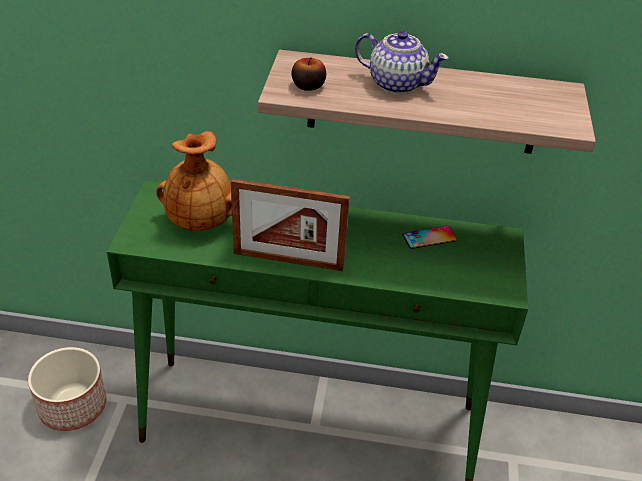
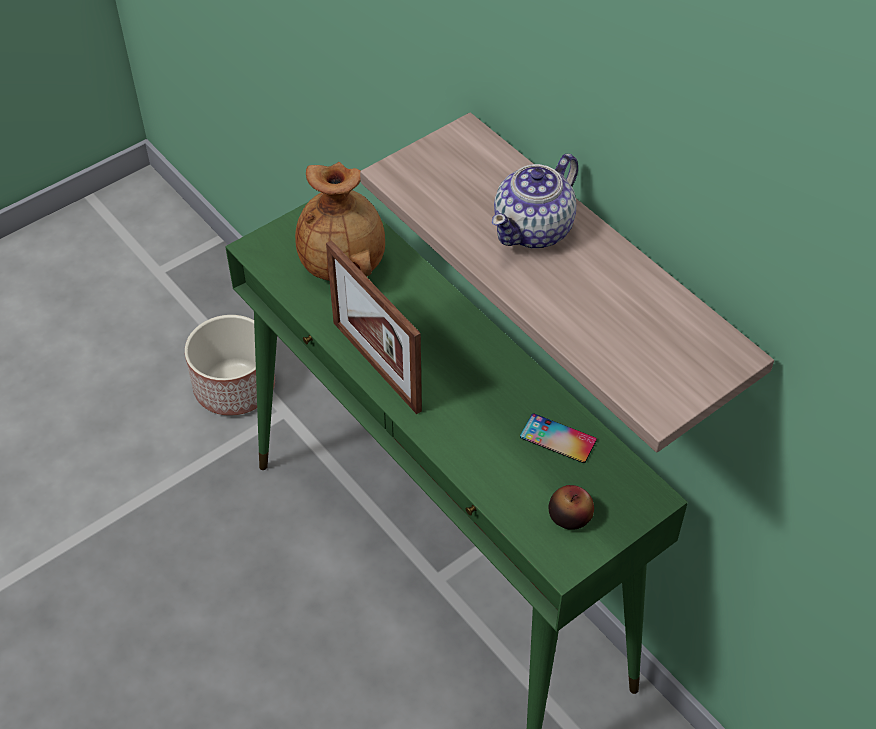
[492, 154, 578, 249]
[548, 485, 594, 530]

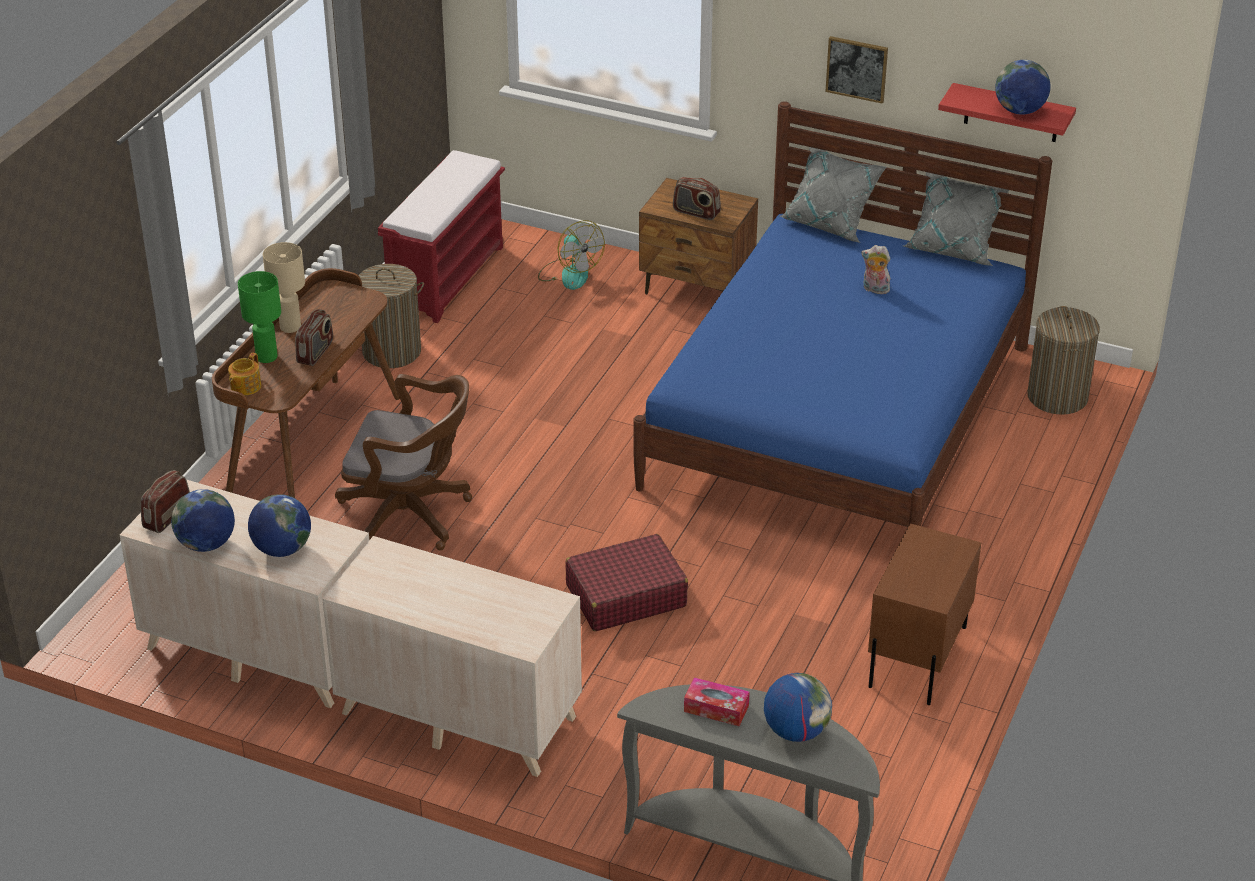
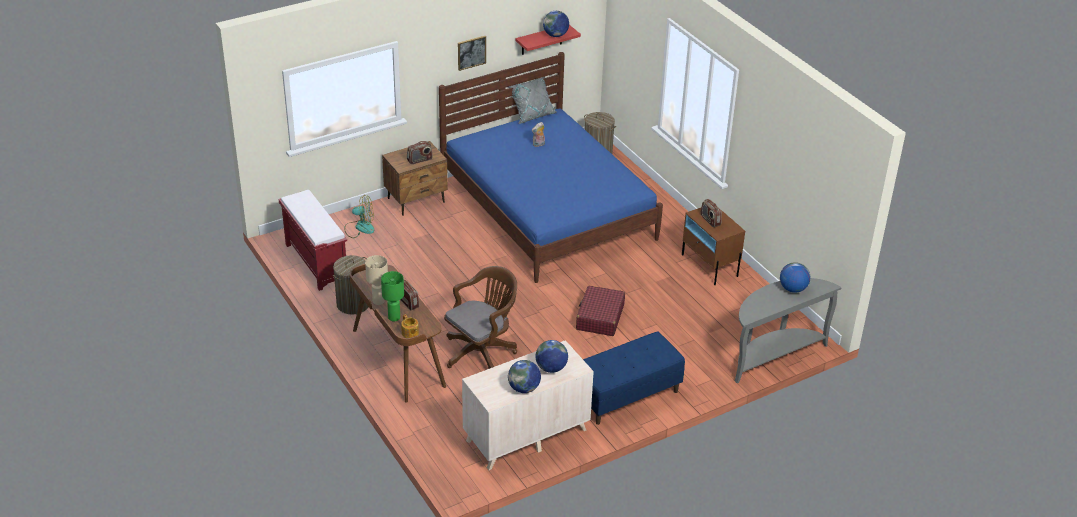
[780, 147, 886, 243] (first image)
[701, 199, 722, 227]
[583, 331, 685, 425]
[684, 677, 750, 726] (first image)

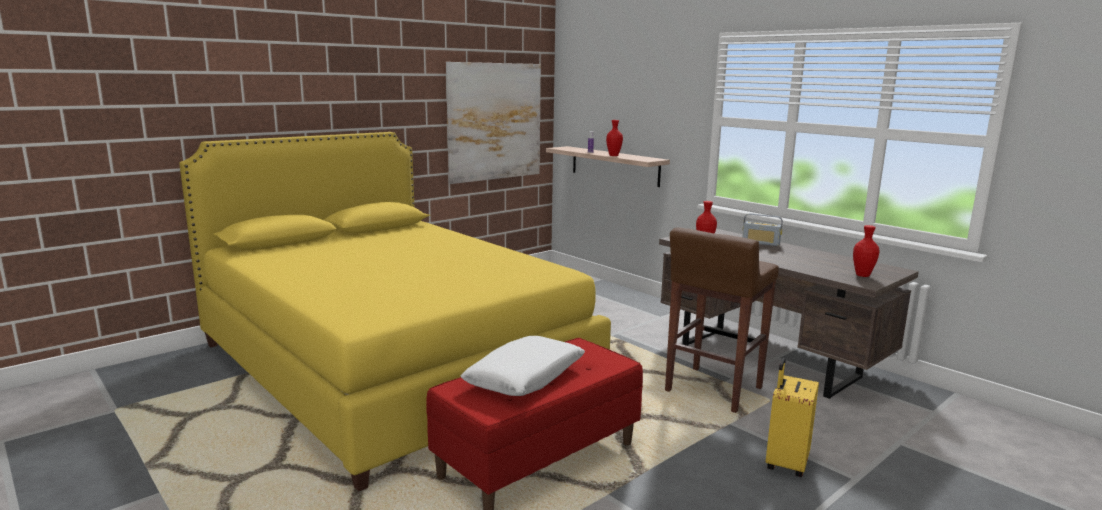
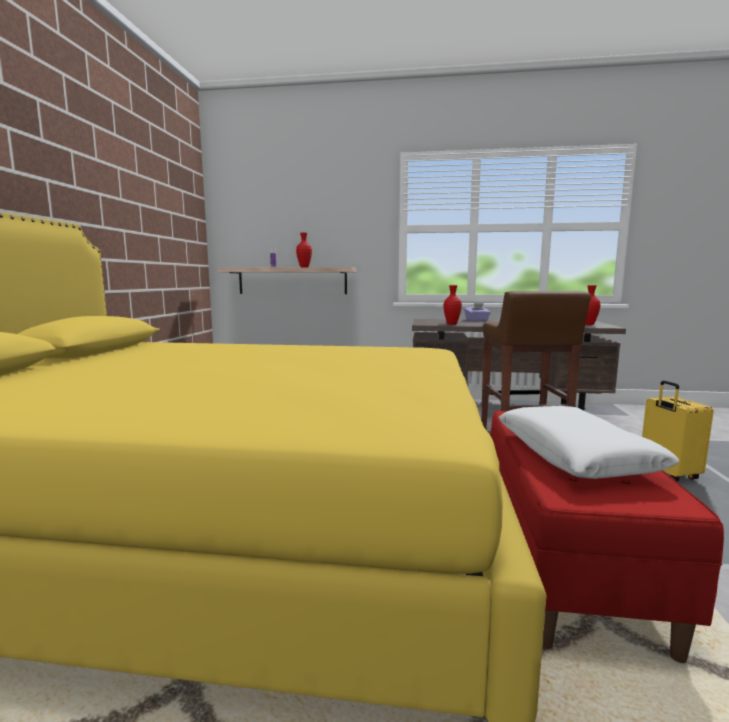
[446, 62, 541, 184] (first image)
[464, 303, 491, 321]

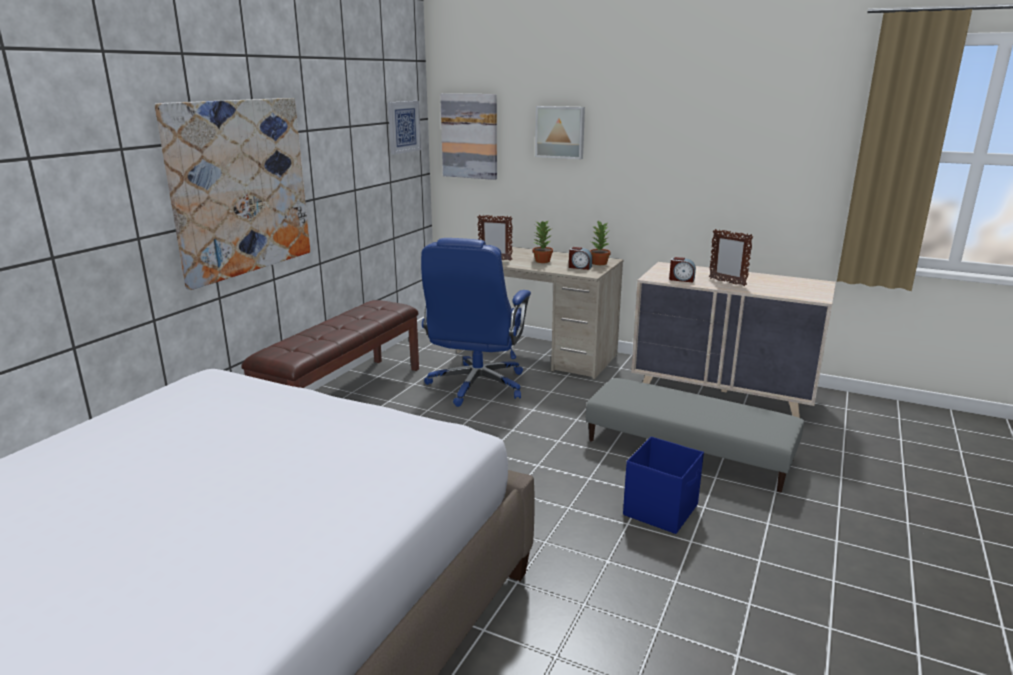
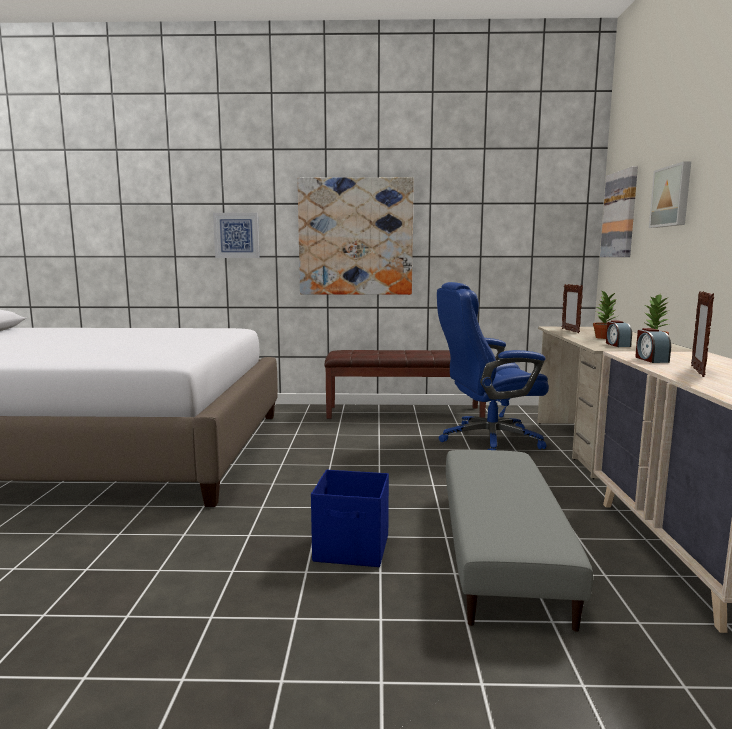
[213, 213, 260, 258]

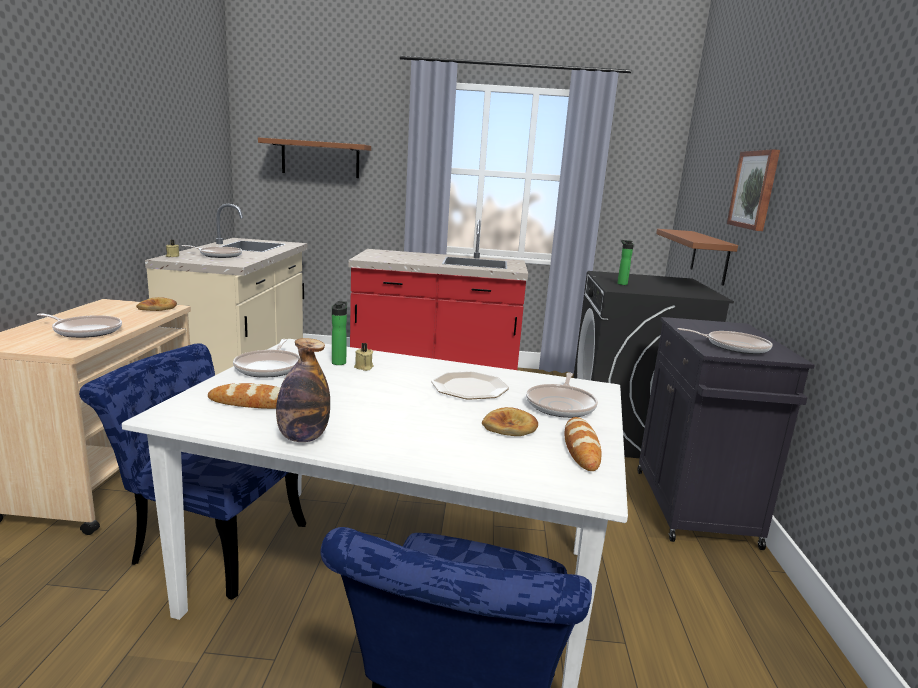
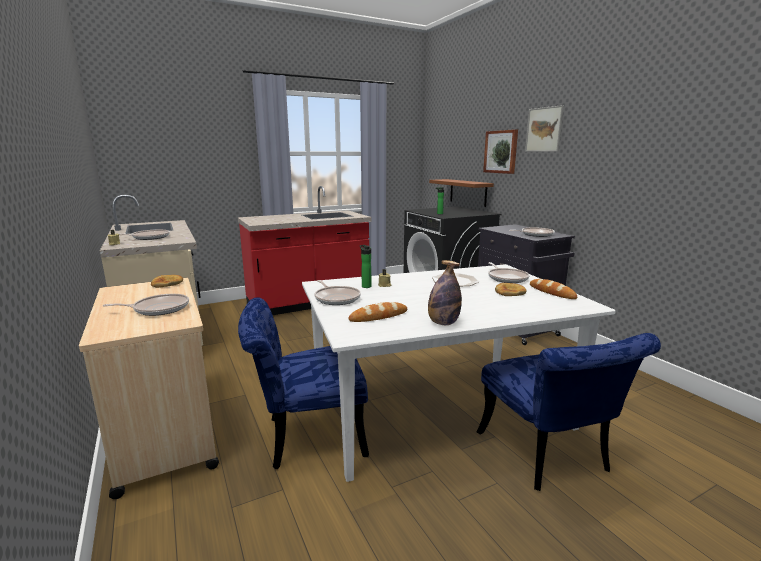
[258, 137, 371, 178] (first image)
[525, 105, 564, 152]

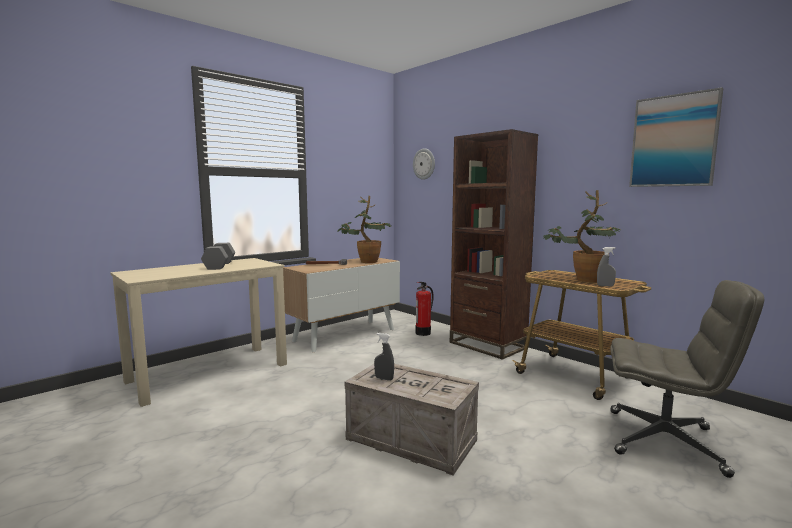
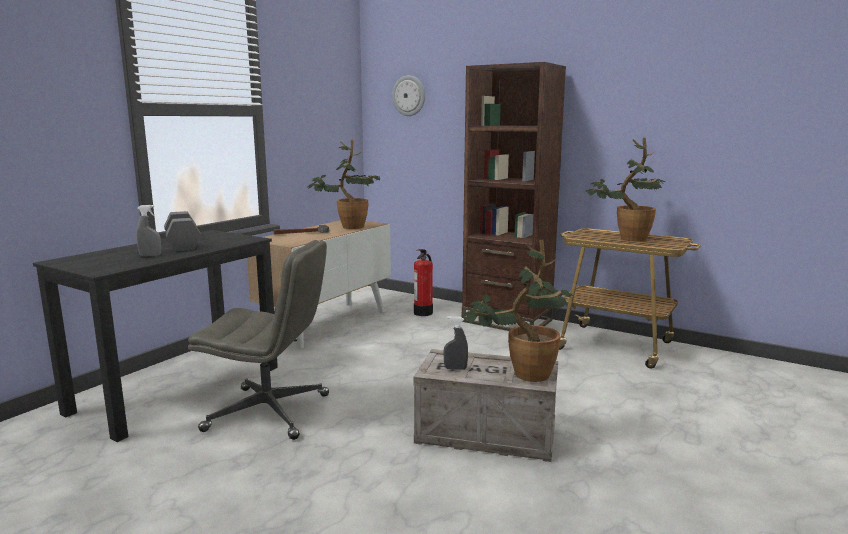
[629, 87, 723, 187] (first image)
[136, 205, 161, 256]
[33, 230, 278, 442]
[188, 240, 329, 440]
[463, 240, 574, 382]

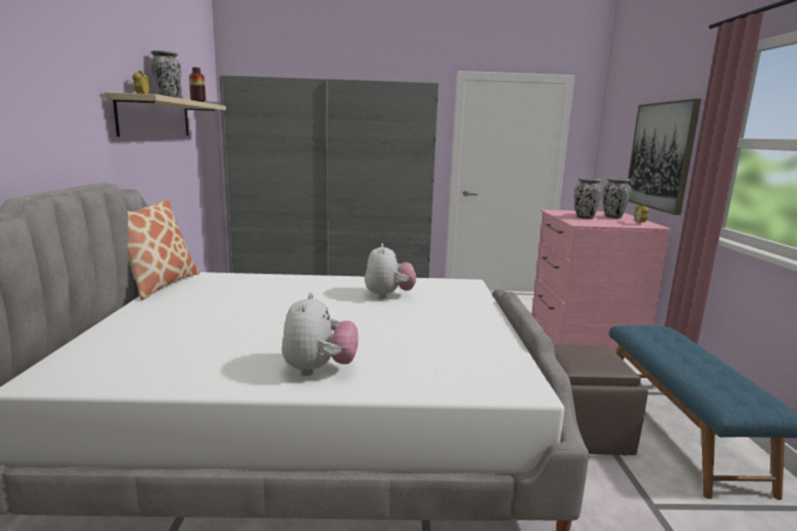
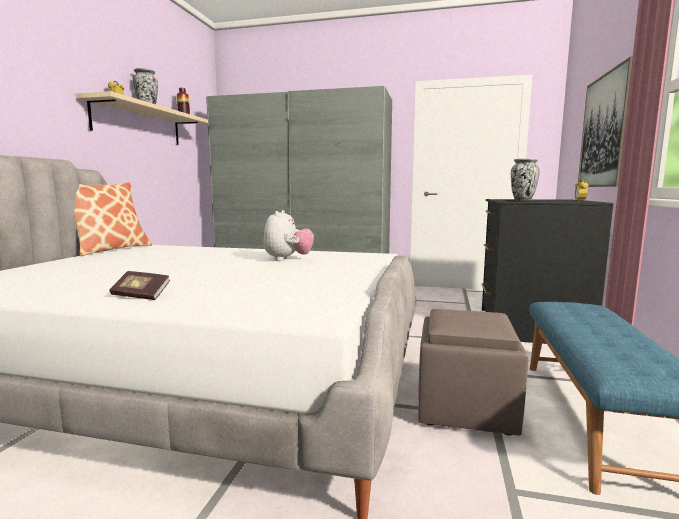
[603, 178, 631, 219] (first image)
[481, 199, 614, 344]
[110, 271, 170, 300]

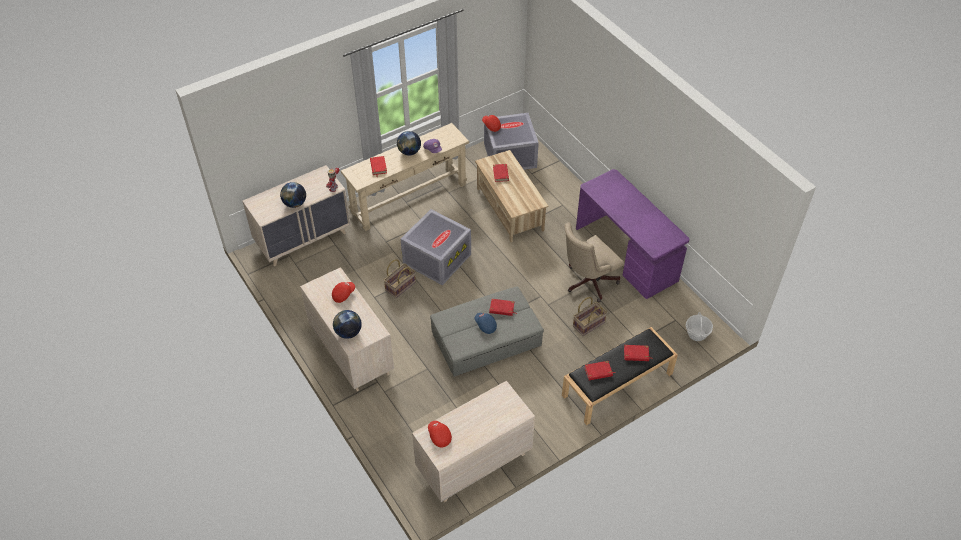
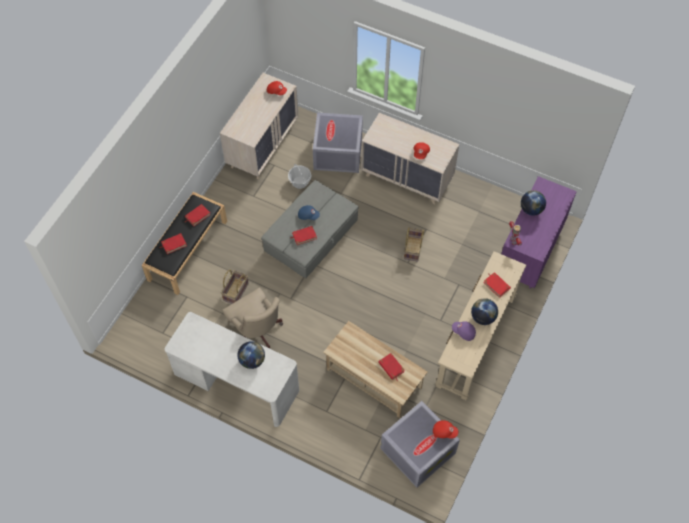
[501, 176, 577, 289]
[165, 312, 299, 427]
[313, 113, 363, 173]
[222, 287, 283, 349]
[238, 341, 265, 369]
[288, 164, 311, 189]

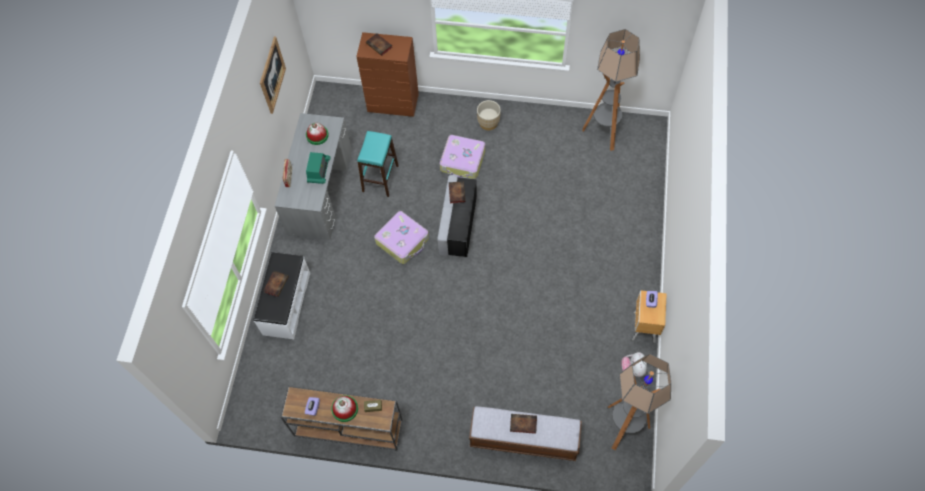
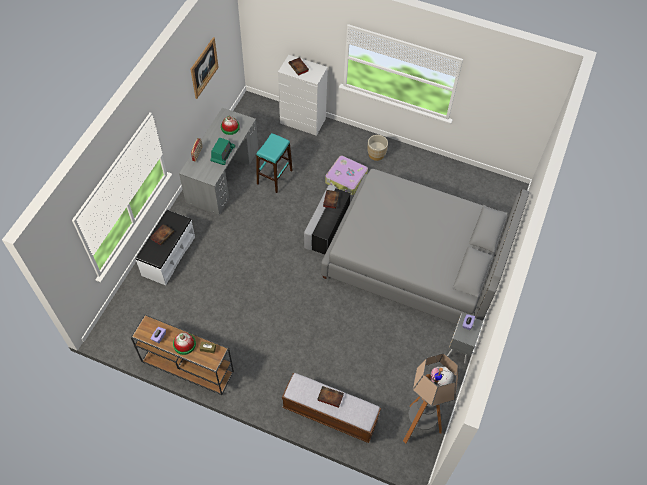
[582, 29, 640, 151] (first image)
[278, 55, 328, 135]
[374, 211, 429, 264] (first image)
[447, 313, 483, 364]
[321, 169, 529, 325]

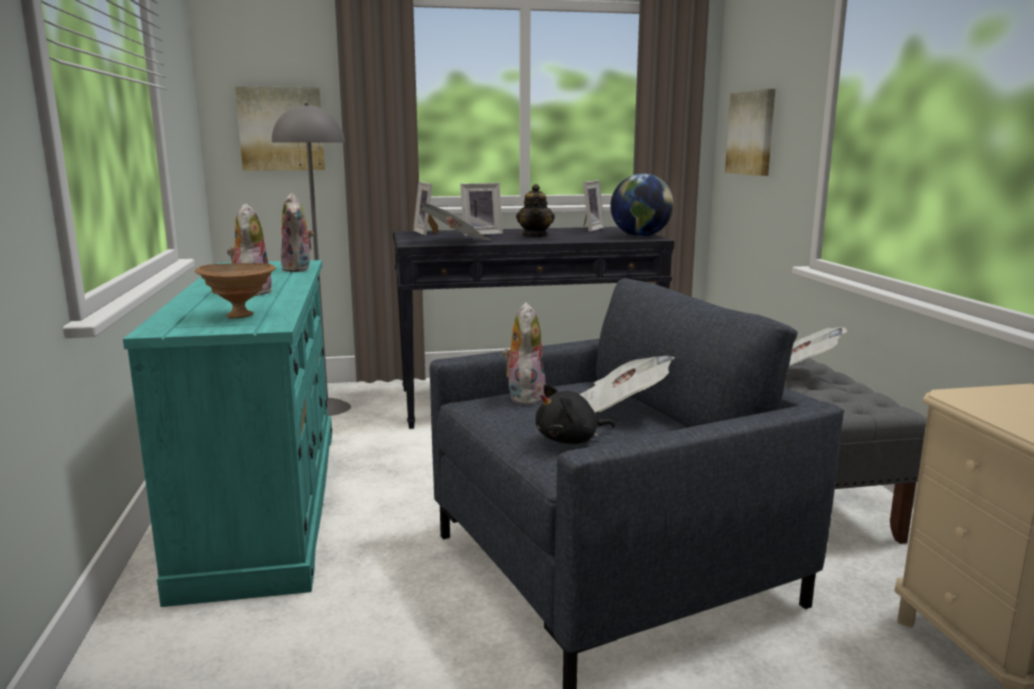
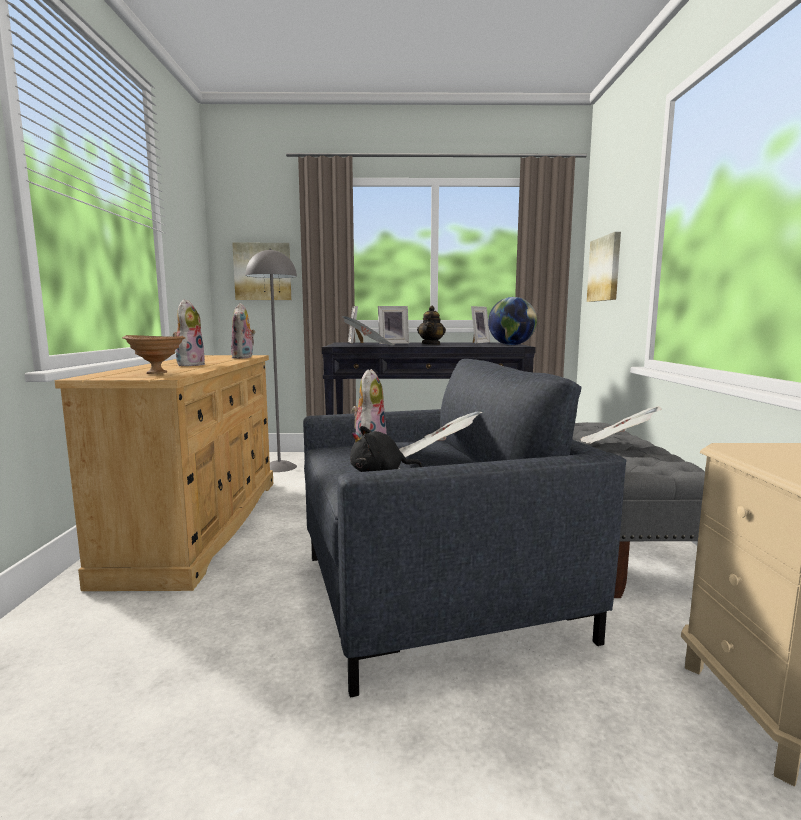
[55, 355, 273, 591]

